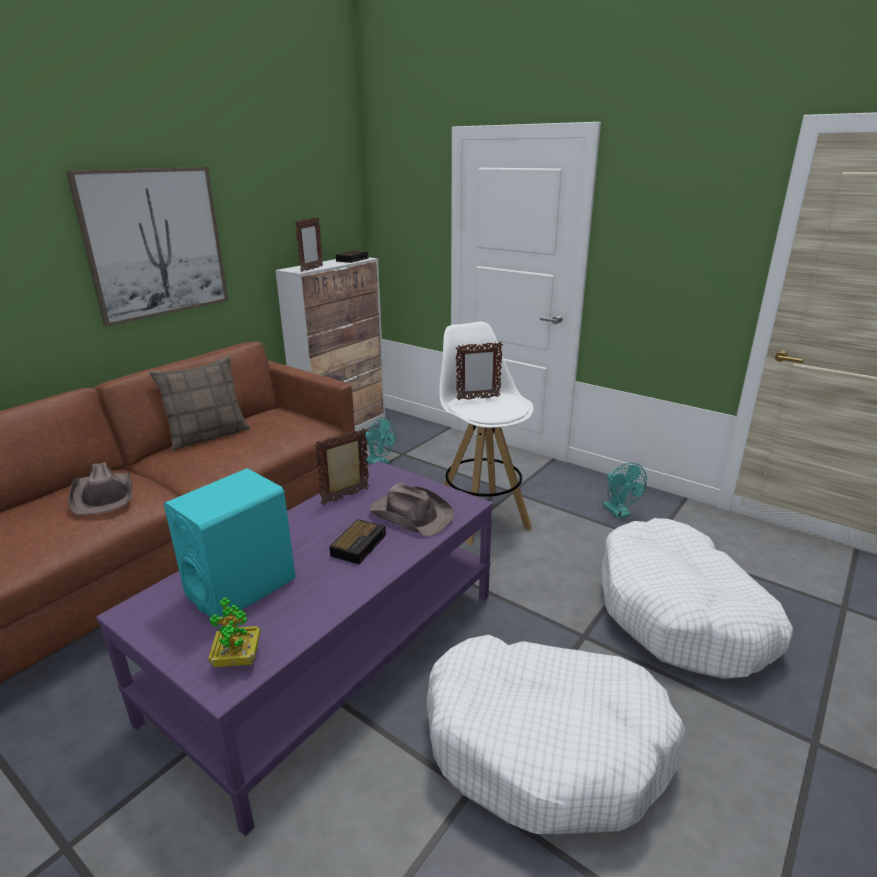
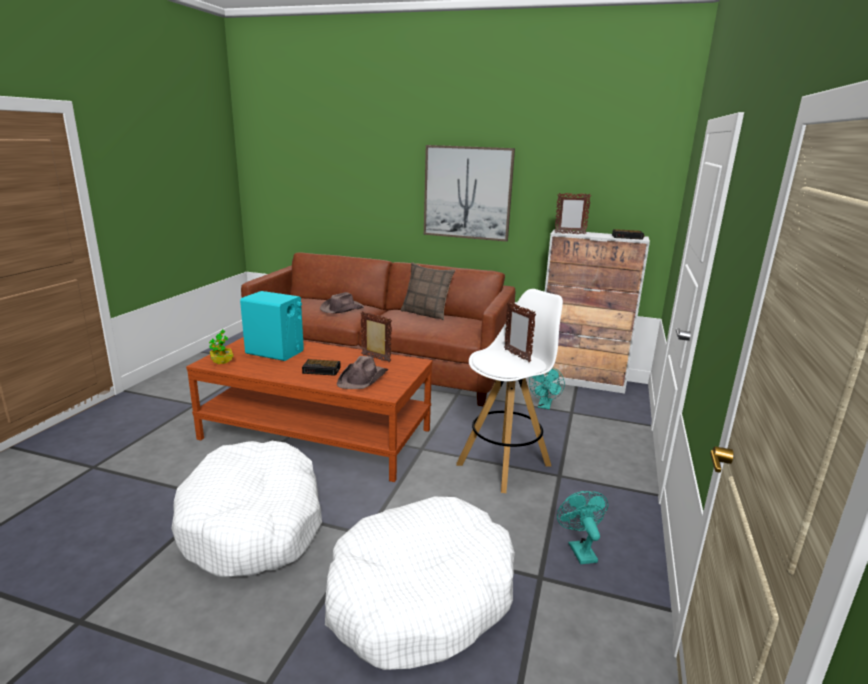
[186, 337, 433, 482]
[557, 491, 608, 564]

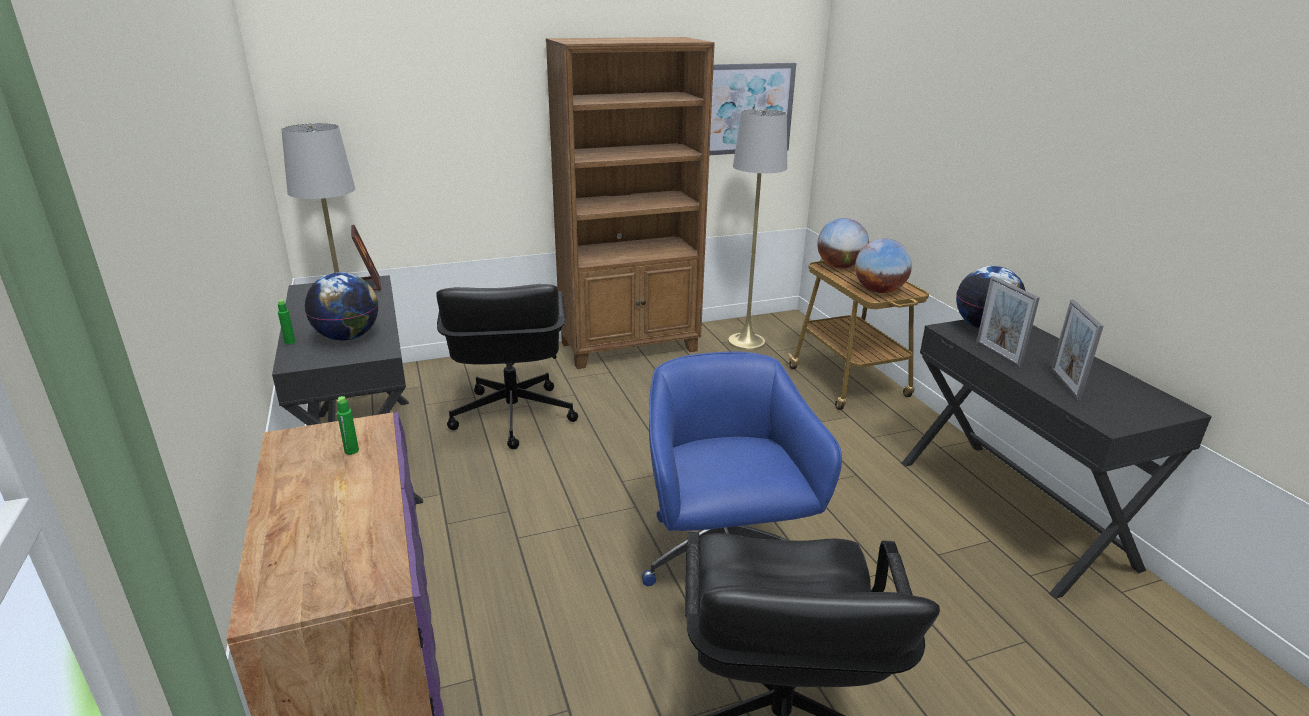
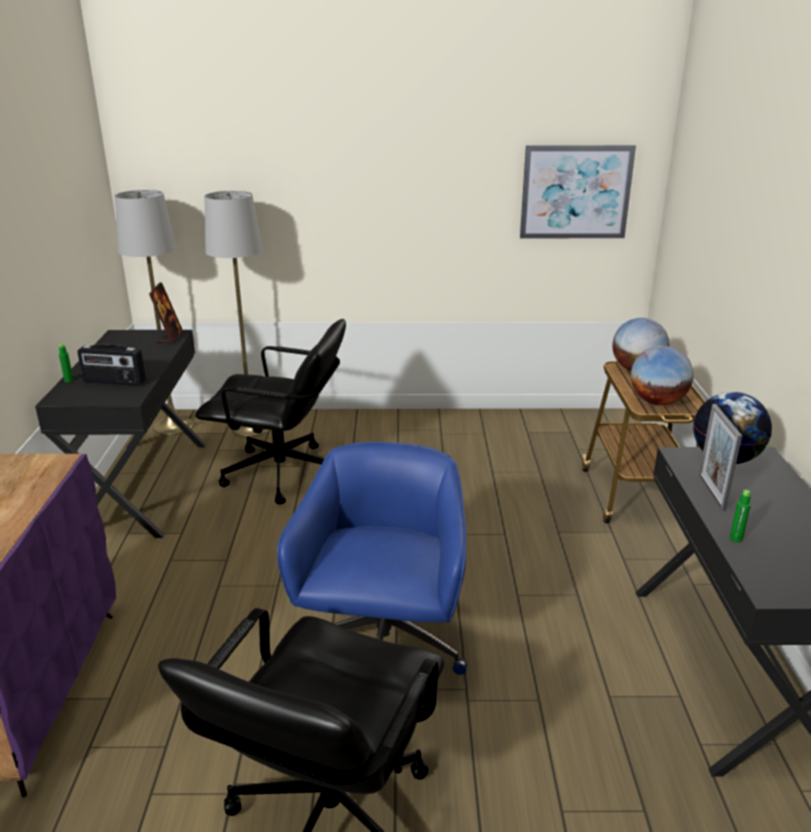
[546, 37, 715, 369] (first image)
[205, 191, 270, 437]
[77, 344, 146, 386]
[195, 319, 346, 505]
[1051, 300, 1103, 400] (first image)
[730, 490, 751, 542]

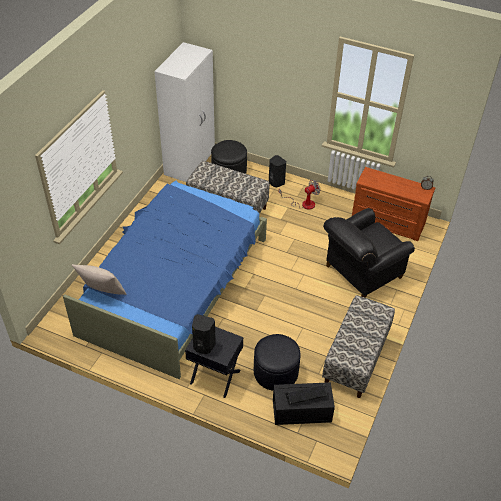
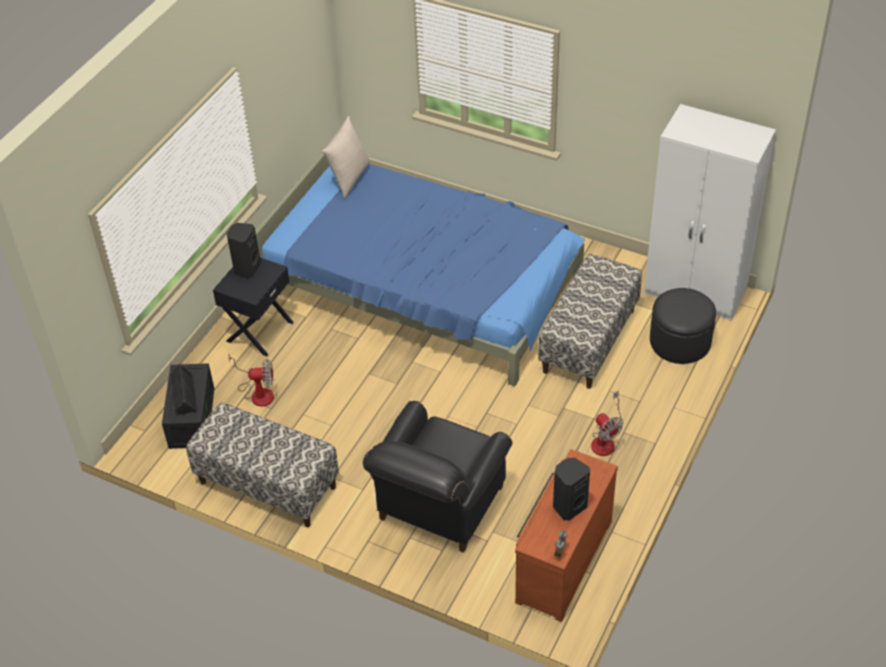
[553, 458, 590, 521]
[363, 401, 513, 553]
[228, 355, 274, 406]

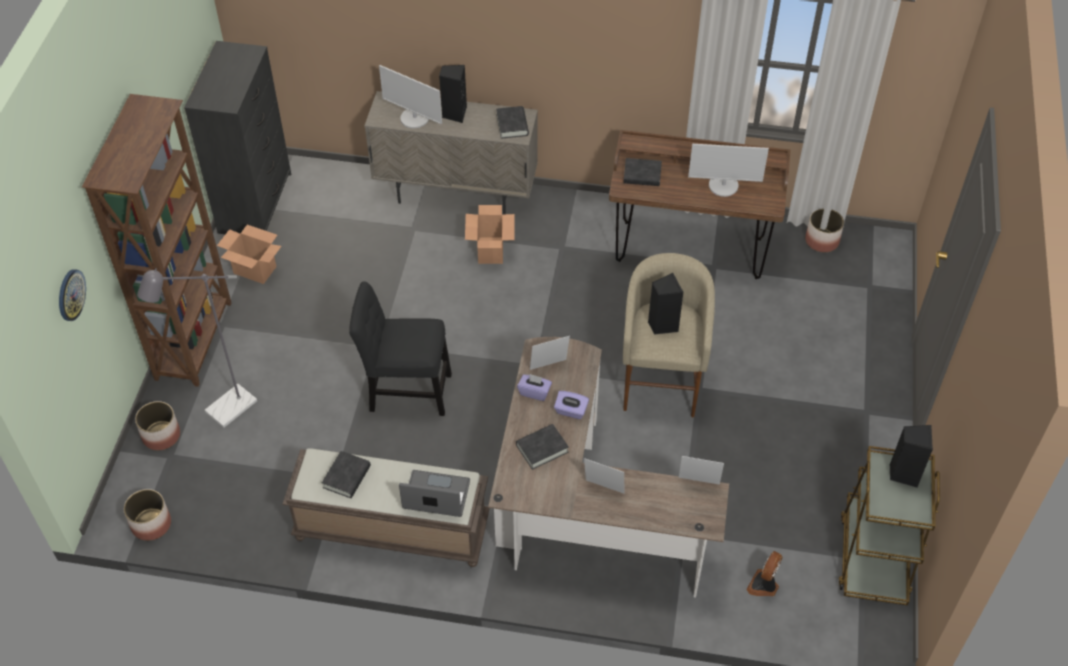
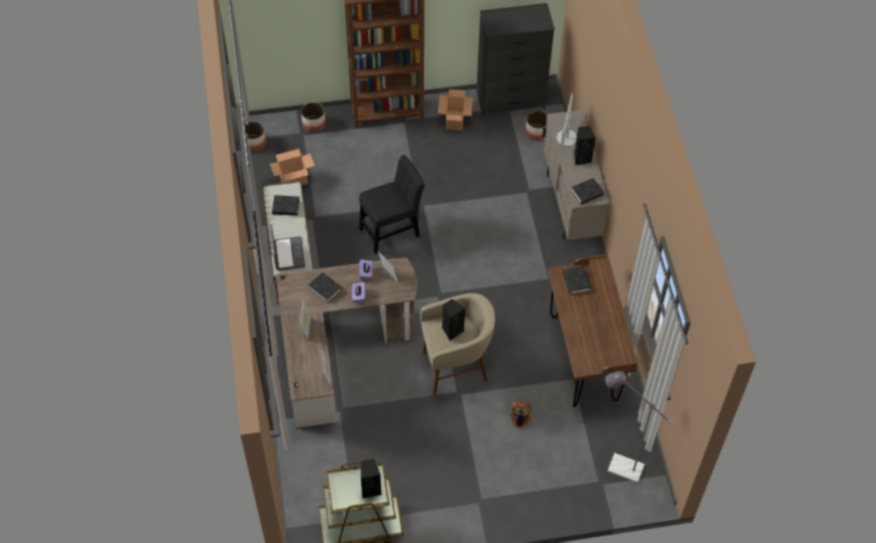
[688, 144, 769, 197] (first image)
[270, 149, 315, 185]
[525, 111, 547, 141]
[605, 371, 674, 483]
[59, 269, 86, 321] (first image)
[359, 155, 425, 254]
[511, 402, 531, 429]

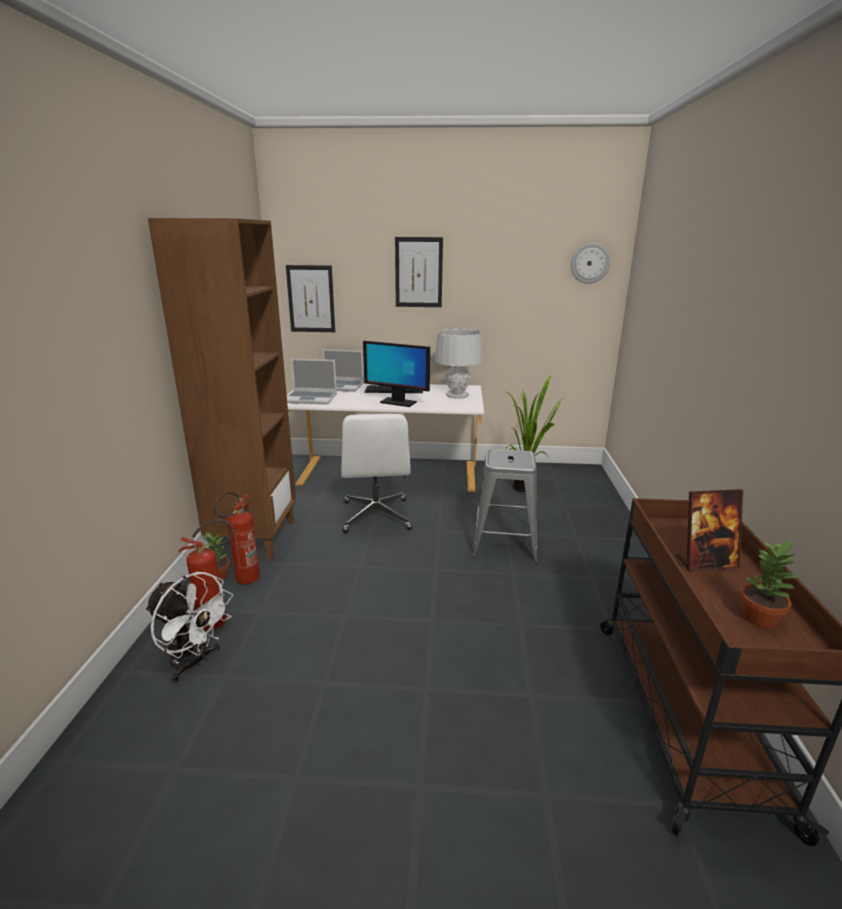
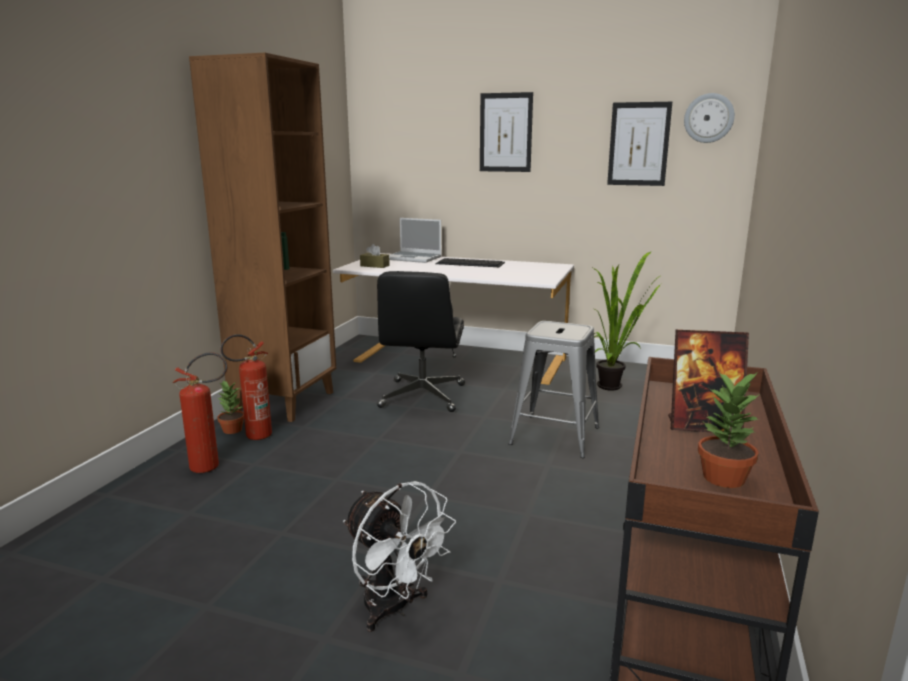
[607, 102, 672, 186]
[434, 328, 483, 399] (first image)
[363, 341, 430, 407] (first image)
[360, 244, 390, 268]
[377, 271, 465, 412]
[343, 481, 456, 632]

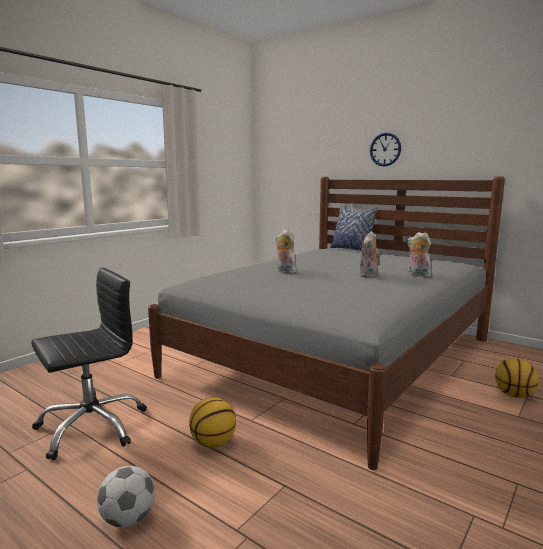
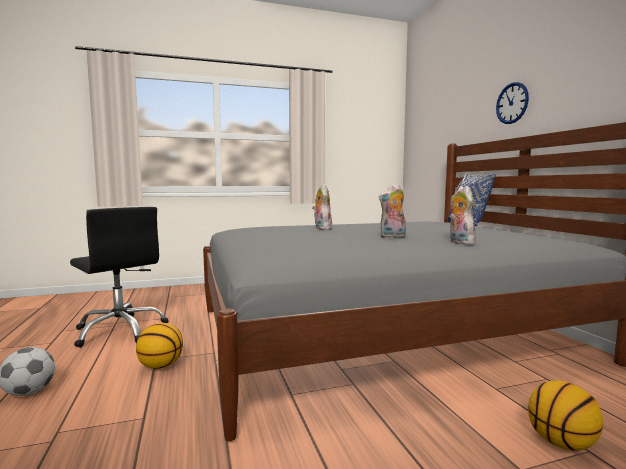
[70, 207, 168, 348]

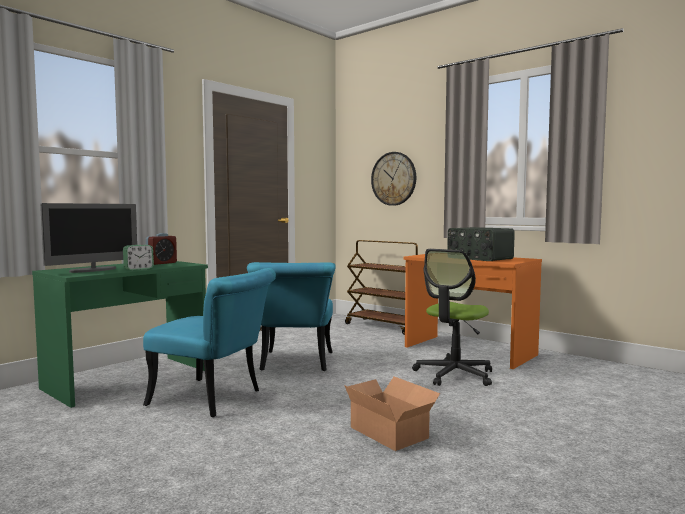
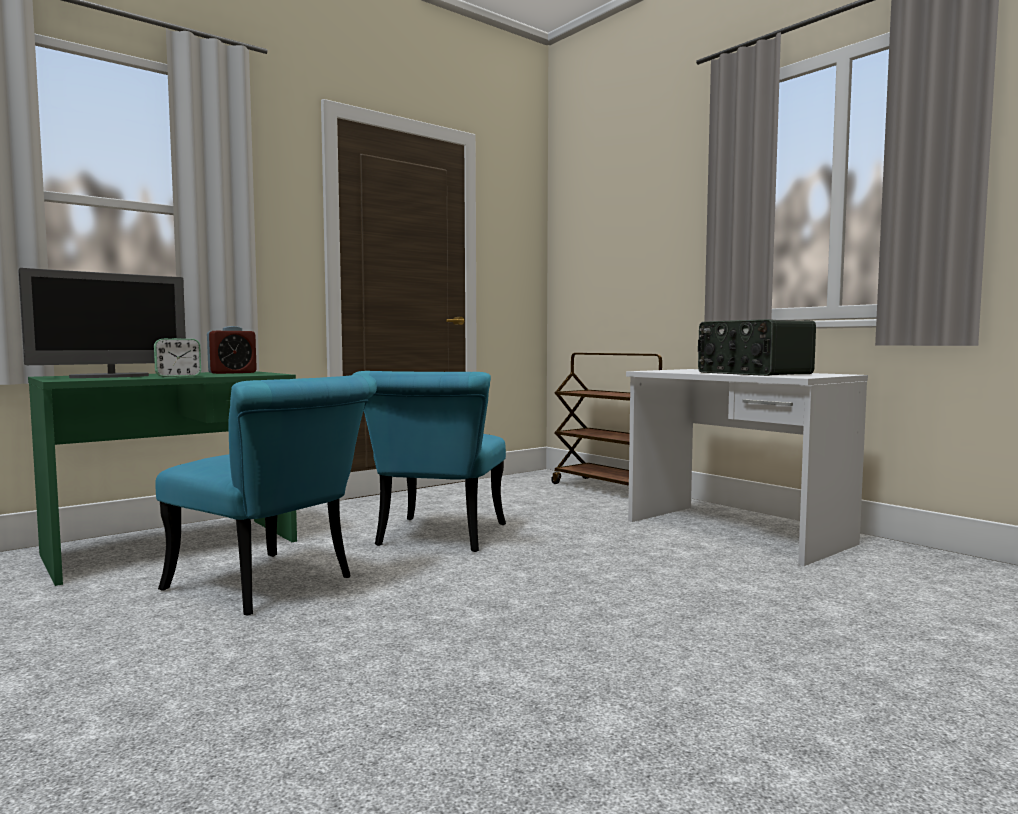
[371, 152, 416, 206] (first image)
[412, 249, 492, 386] (first image)
[626, 369, 868, 566]
[344, 376, 440, 451] (first image)

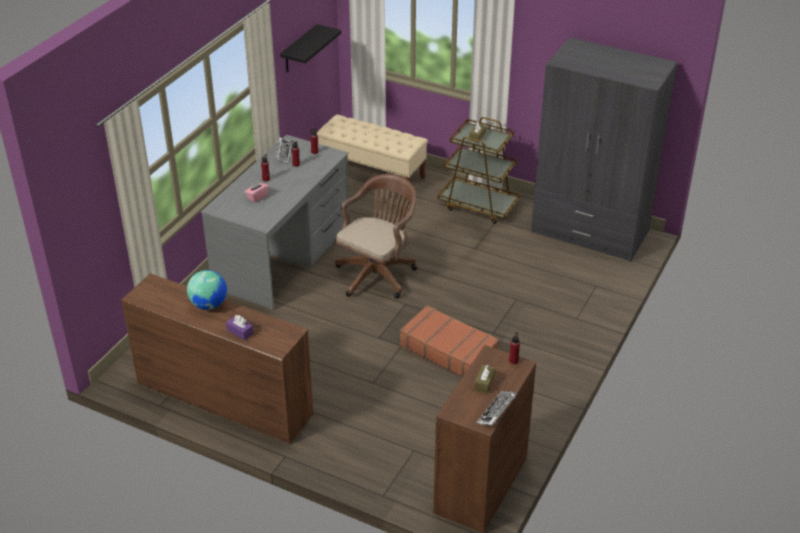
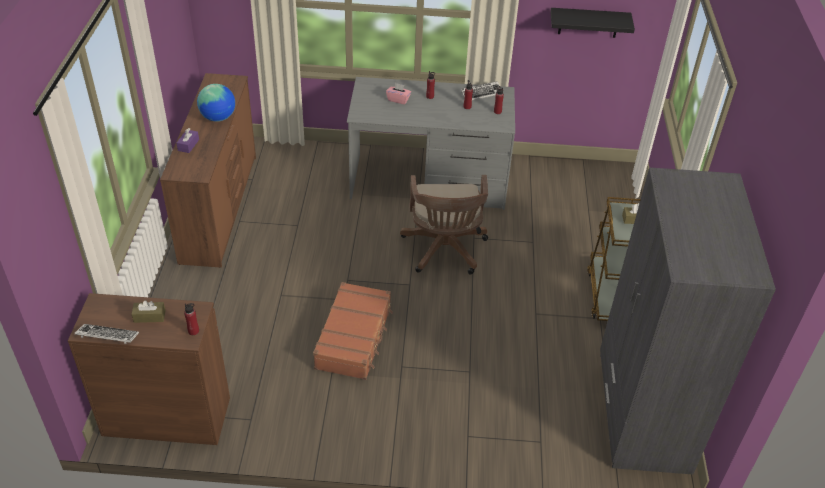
[317, 114, 428, 183] (first image)
[400, 175, 488, 275]

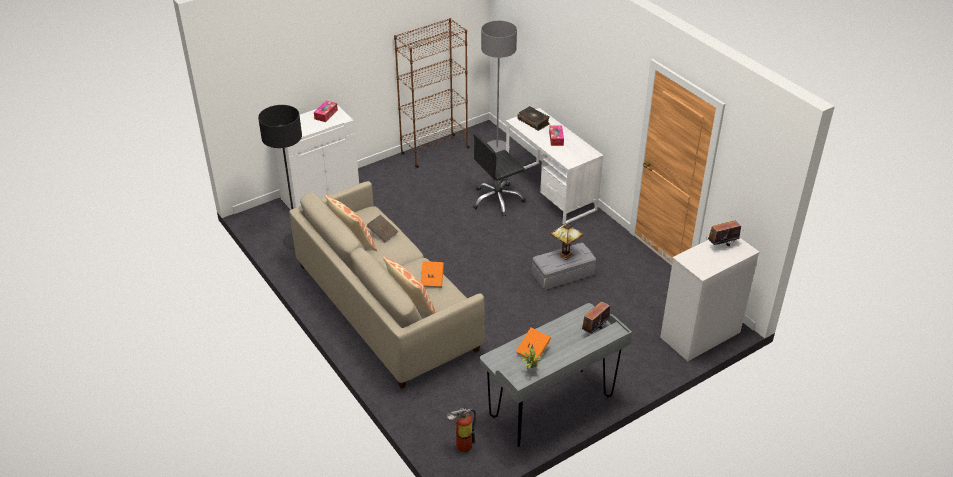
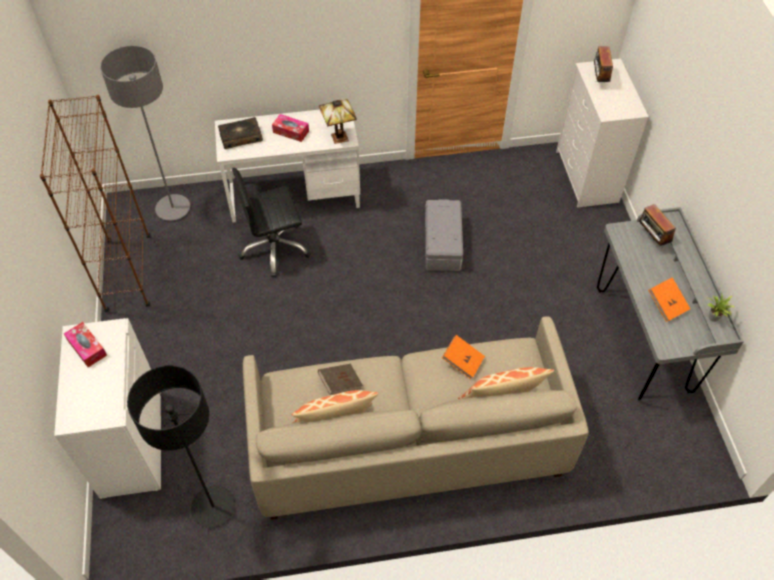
[232, 168, 311, 277]
[319, 99, 357, 144]
[447, 408, 476, 452] (first image)

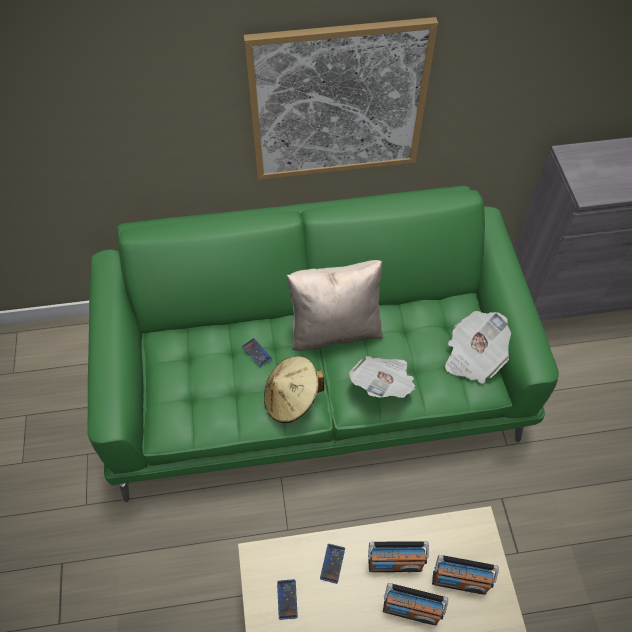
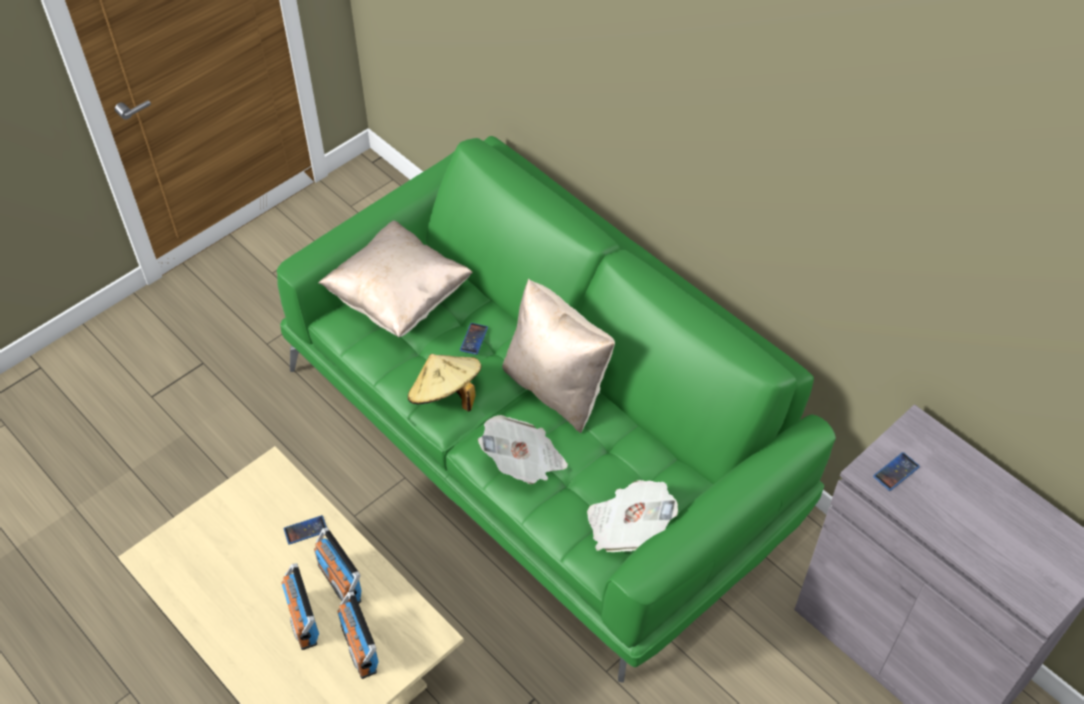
[244, 17, 438, 180] (first image)
[873, 452, 920, 491]
[318, 220, 473, 337]

